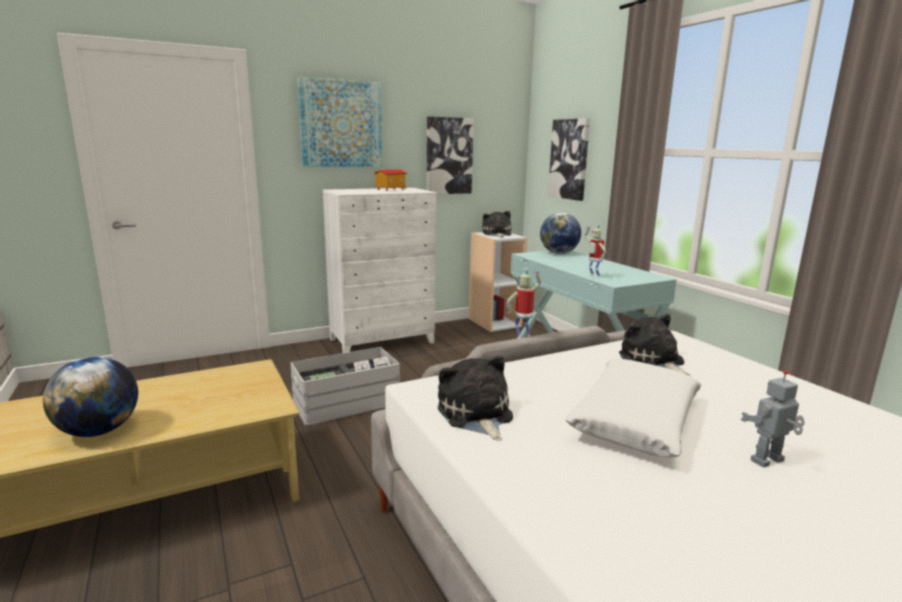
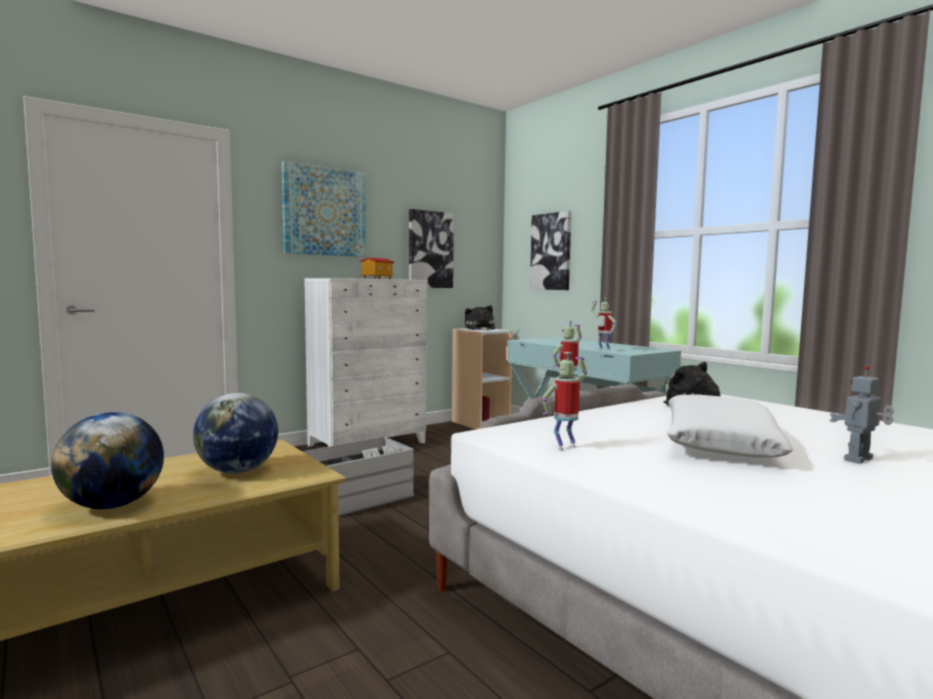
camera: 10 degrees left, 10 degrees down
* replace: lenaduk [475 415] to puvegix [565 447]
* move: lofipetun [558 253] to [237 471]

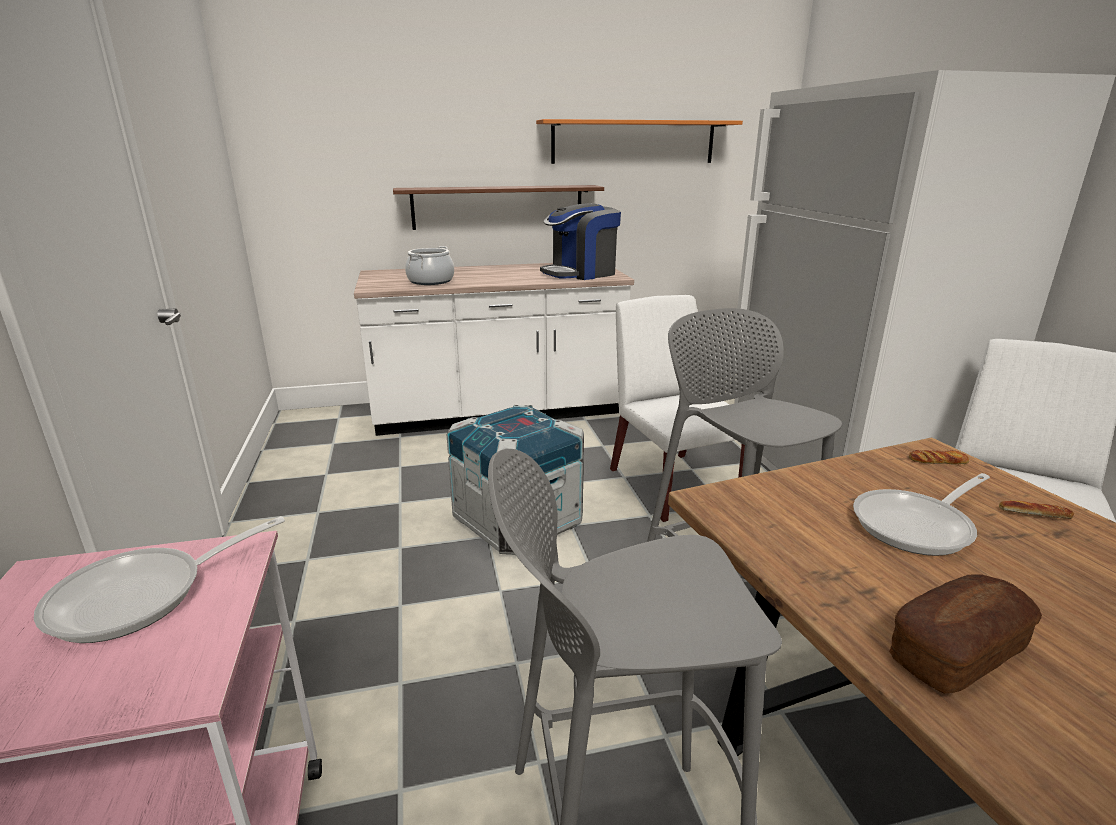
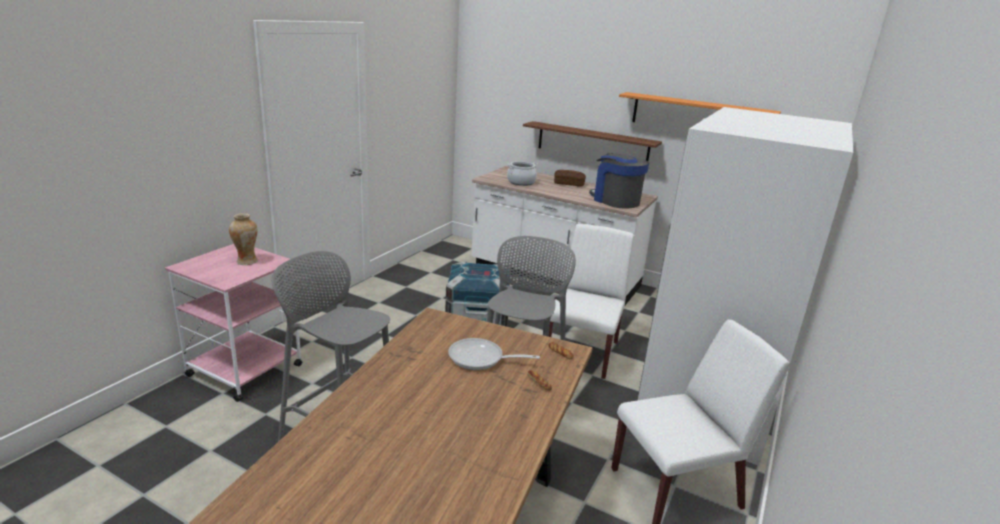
camera: 40 degrees right, 0 degrees up
* replace: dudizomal [142 596] to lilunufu [247 261]
* rotate: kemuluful [581 273] = [615 200] 45 degrees clockwise
* move: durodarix [956 652] to [569 184]

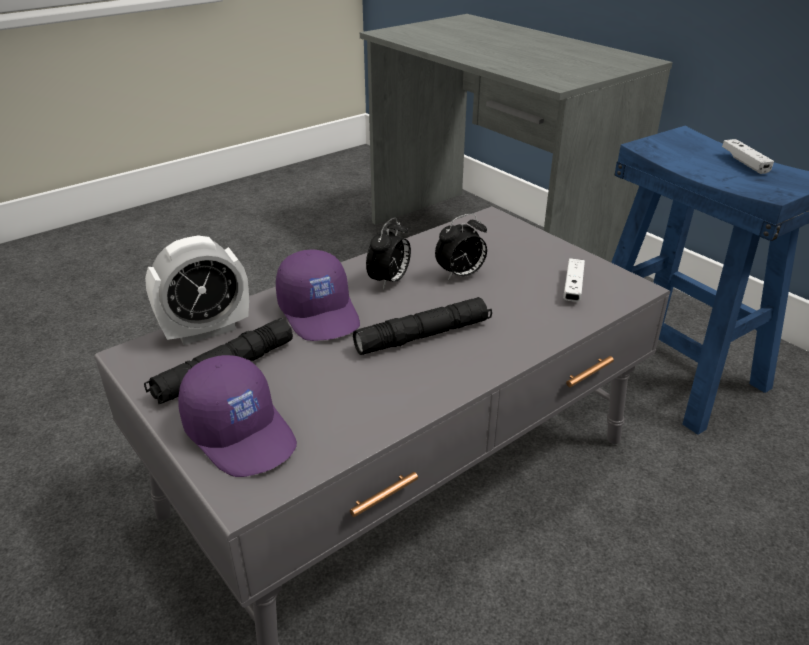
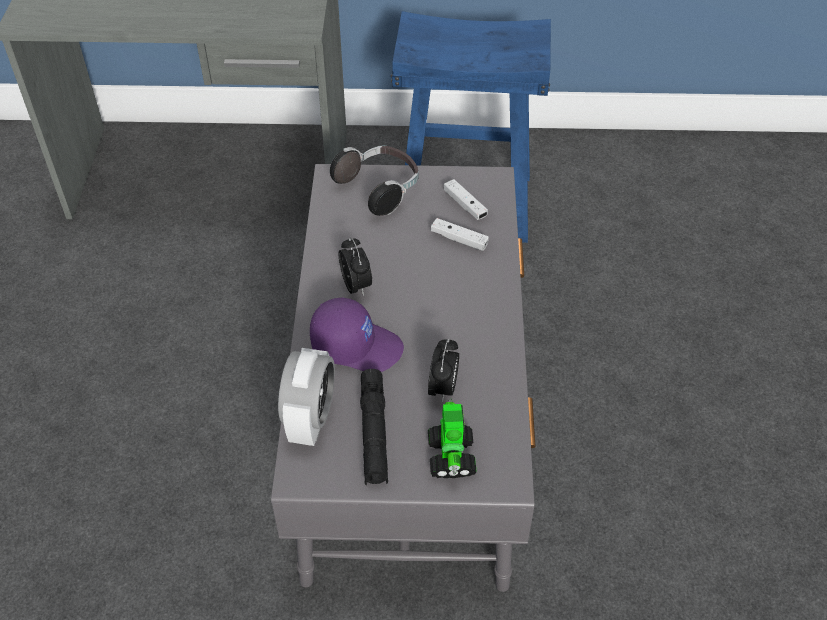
camera: 50 degrees left, 15 degrees up
* replace: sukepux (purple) [242 433] to puvegix [451 455]
* delete: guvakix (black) [423 335]
* move: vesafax [460 275] to [443 388]
* move: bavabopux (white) [744 162] to [459 239]
* insert: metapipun [380 189]

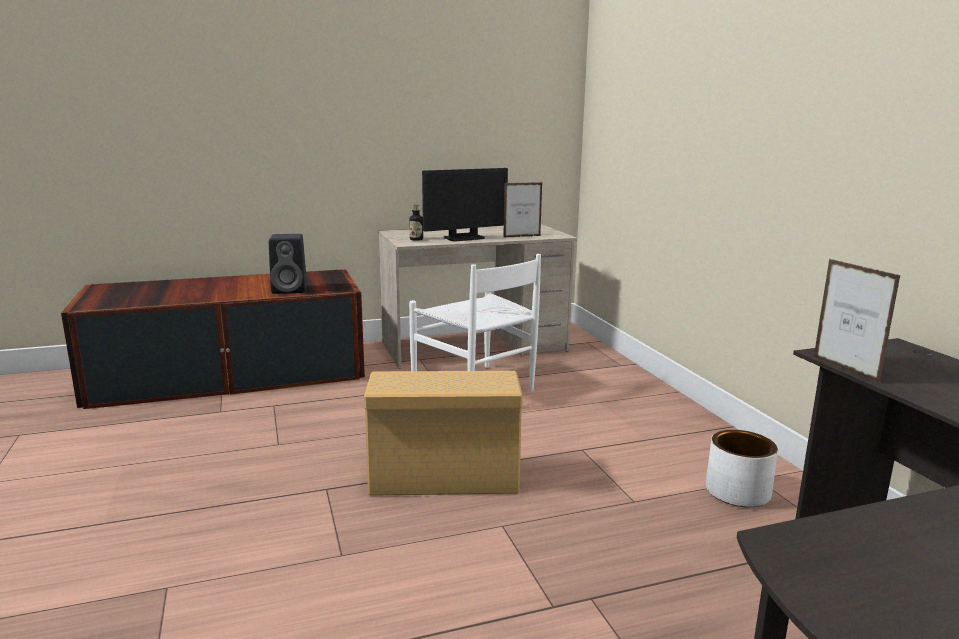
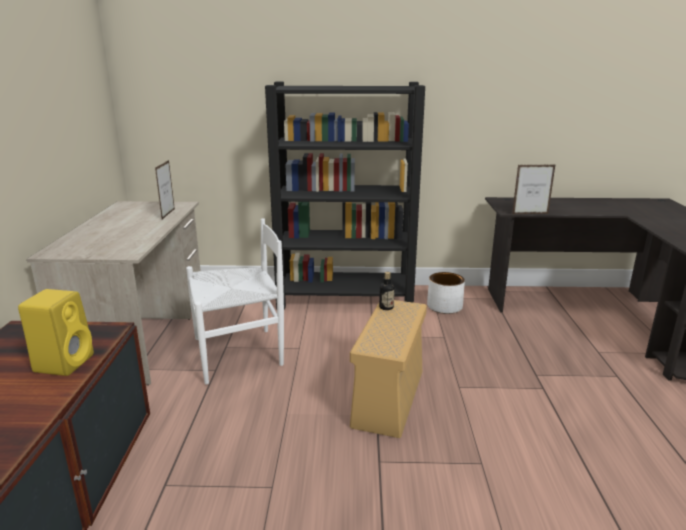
camera: 70 degrees left, 5 degrees up
* recolor: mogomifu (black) [291 289] to mogomifu (yellow) [65 362]
* move: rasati [416 239] to [386 307]
* delete: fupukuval [464 238]
* insert: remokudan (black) [345 297]

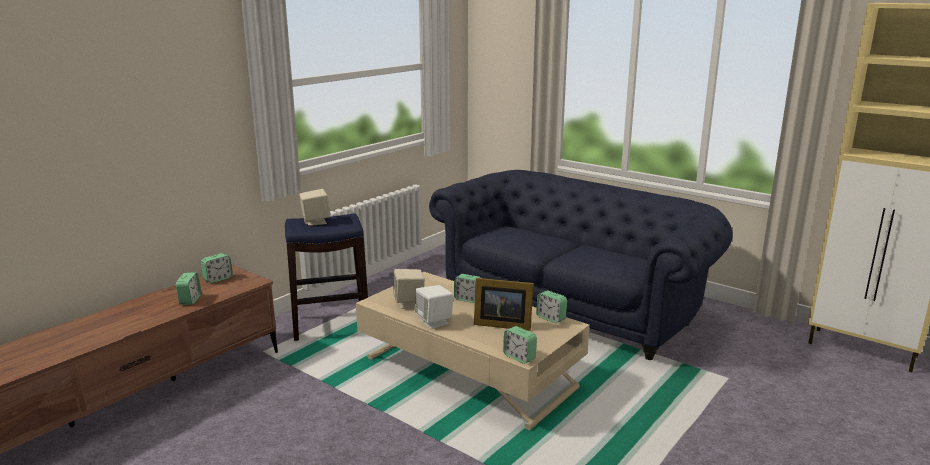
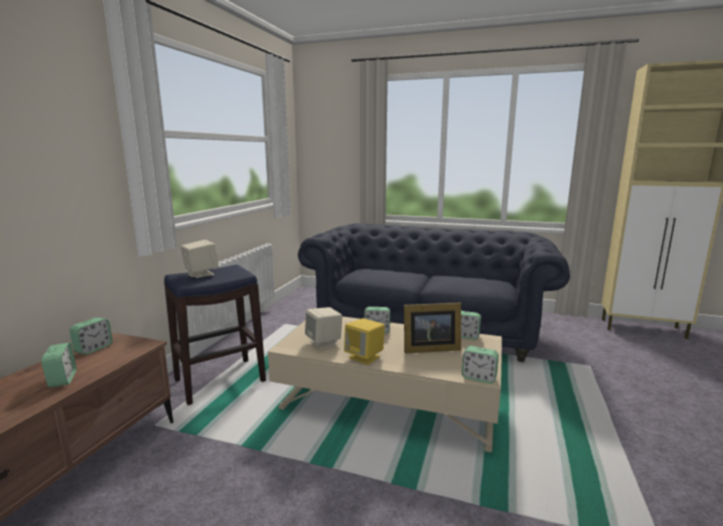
camera: 20 degrees left, 5 degrees down
* recolor: mogomifu (white) [434 322] to mogomifu (yellow) [364 357]

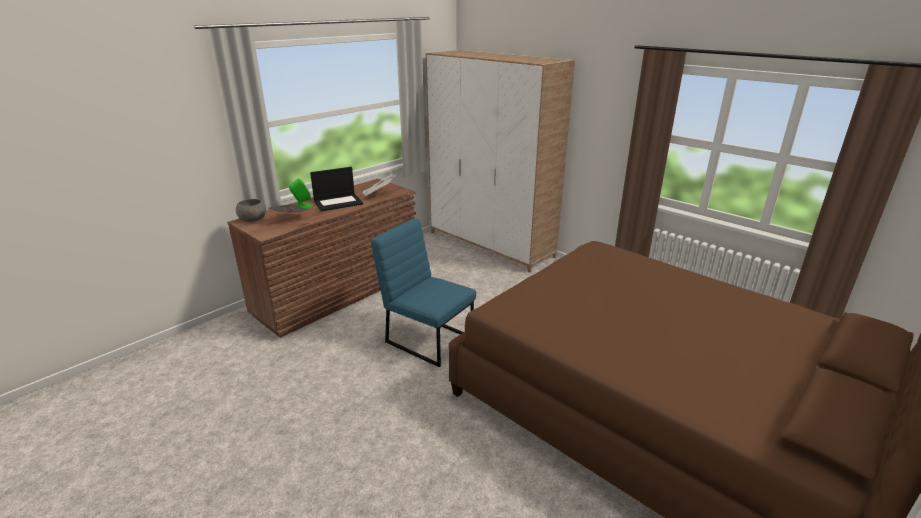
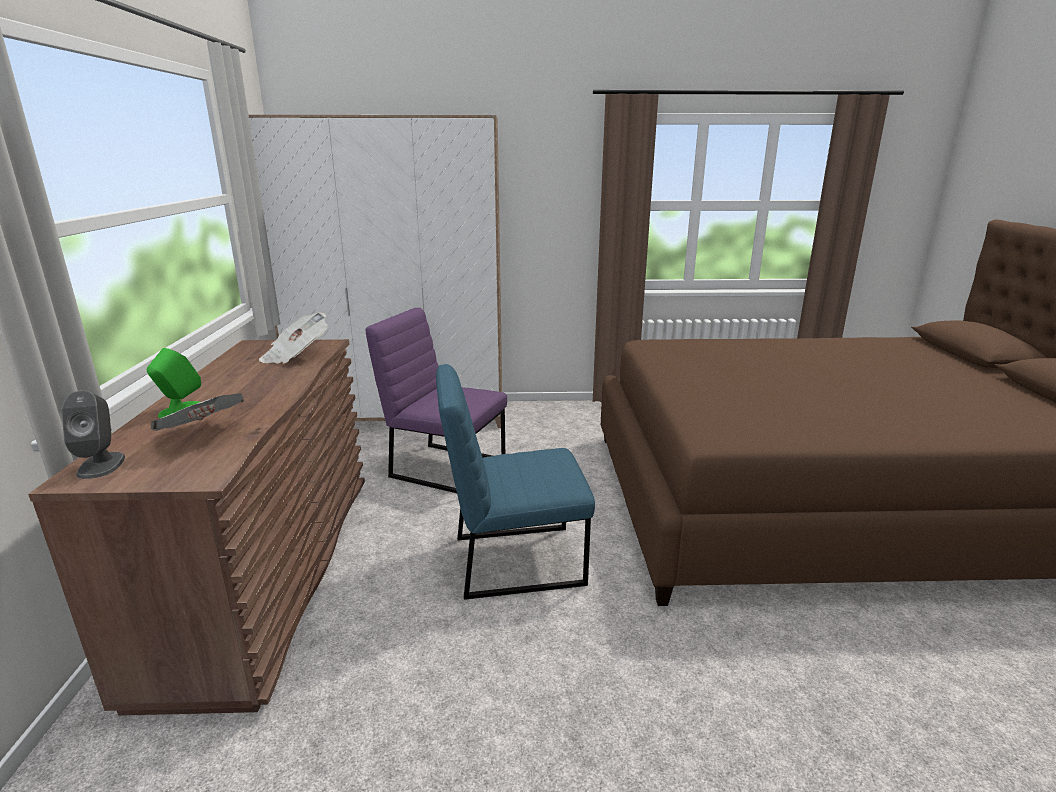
camera: 45 degrees left, 5 degrees down
* replace: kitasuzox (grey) [253 219] to mogomifu (grey) [101 465]
* delete: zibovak [338 202]
* insert: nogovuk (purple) [445 468]

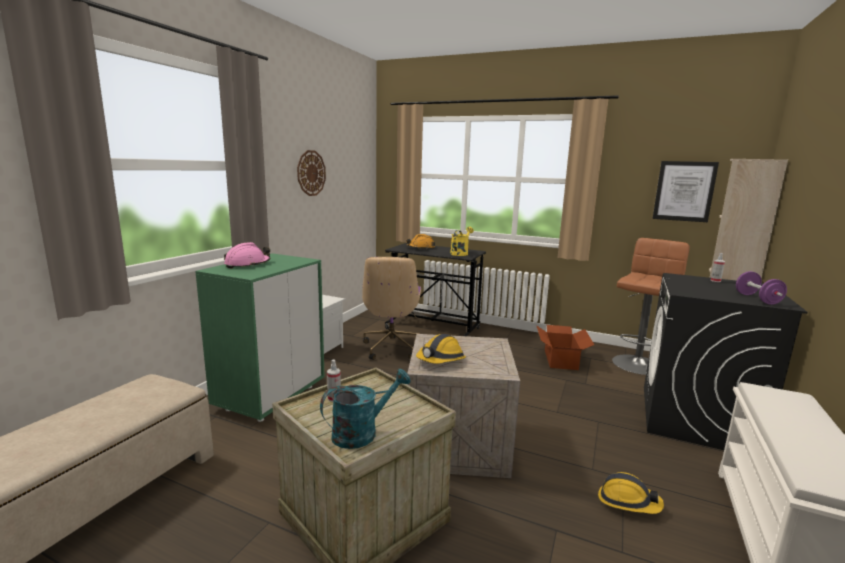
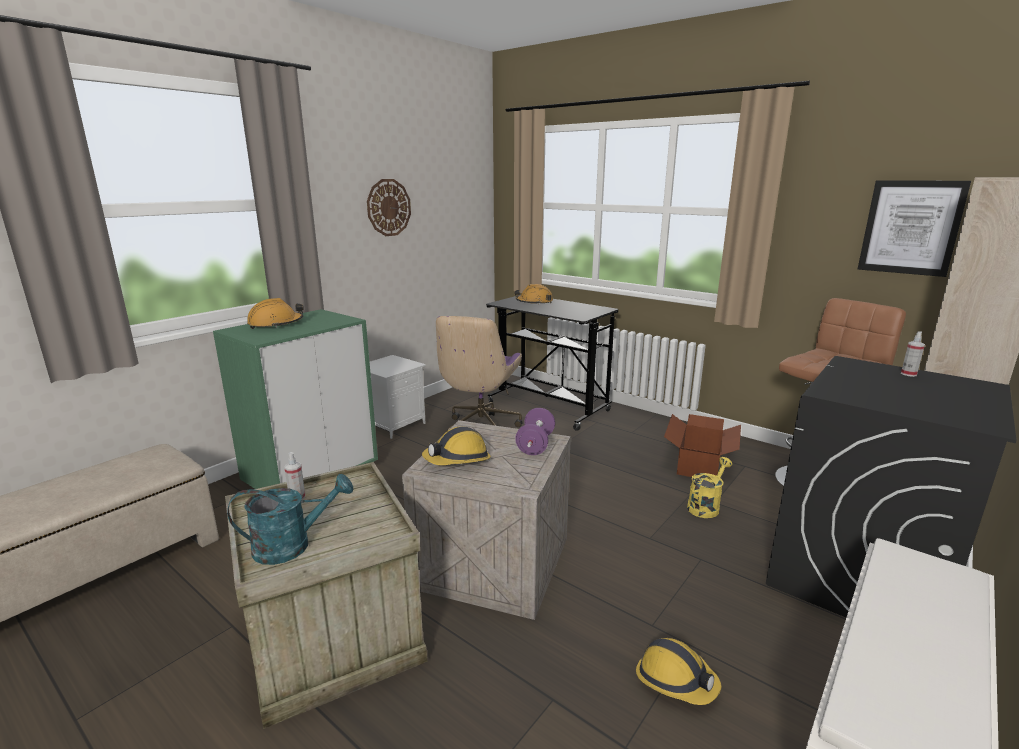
camera: 15 degrees right, 5 degrees up
* recolor: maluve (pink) [247 264] to maluve (orange) [276 324]
* move: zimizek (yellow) [460 253] to [705 506]
* move: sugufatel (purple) [757 299] to [535 445]

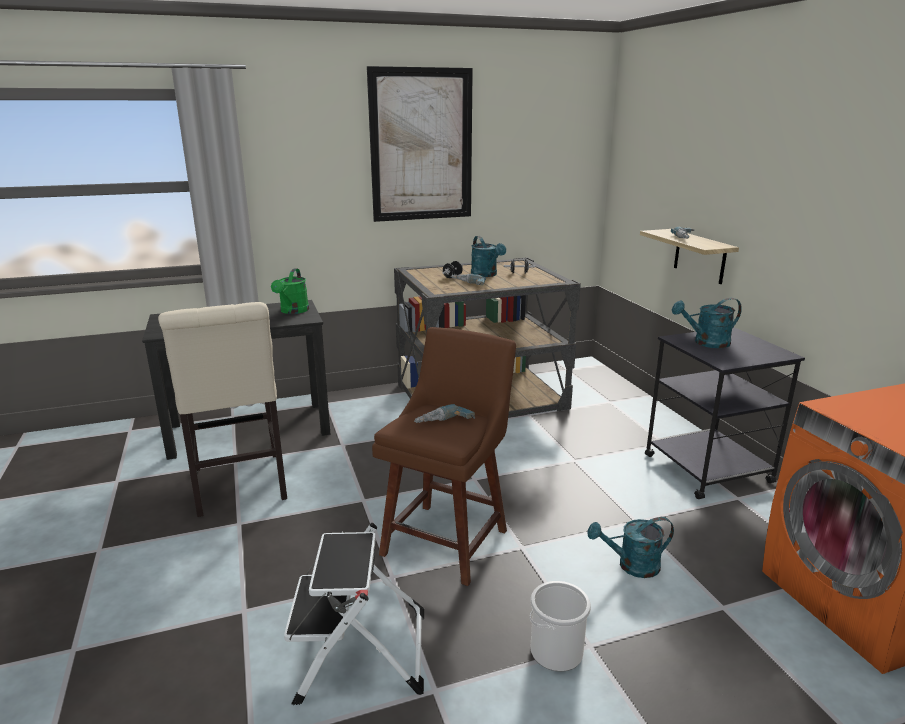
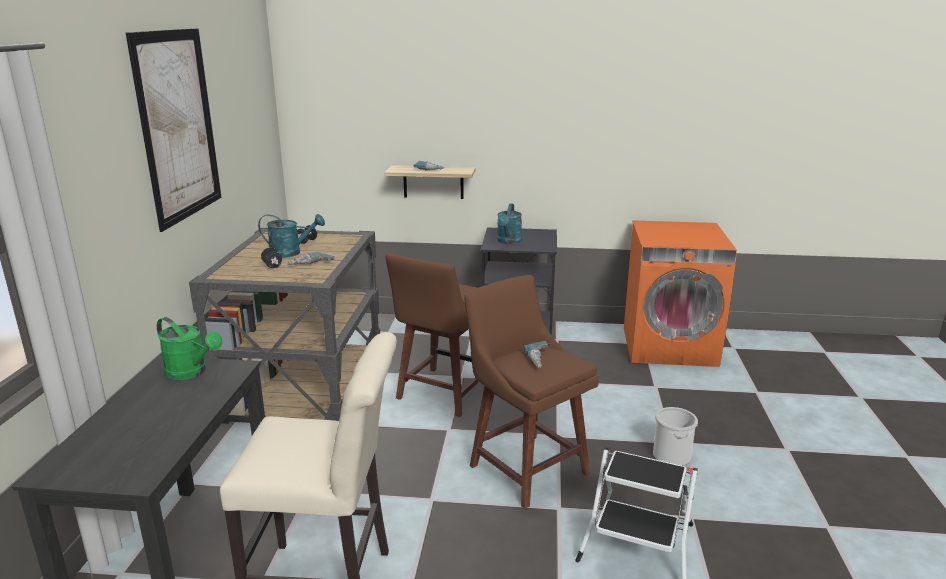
camera: 65 degrees left, 0 degrees up
* delete: zimizek (turquoise) [631 566]
* insert: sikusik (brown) [442 393]

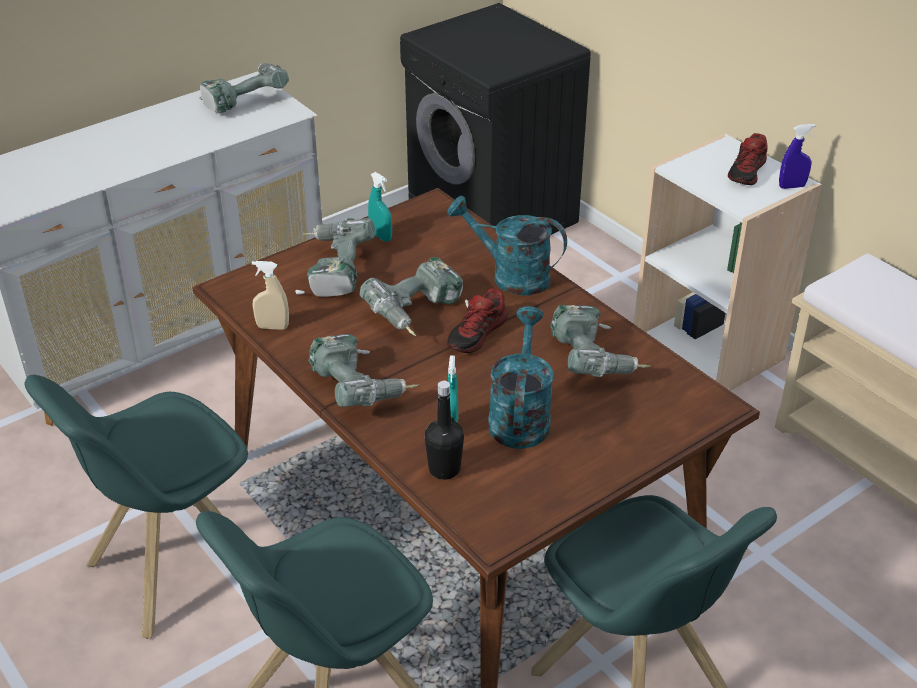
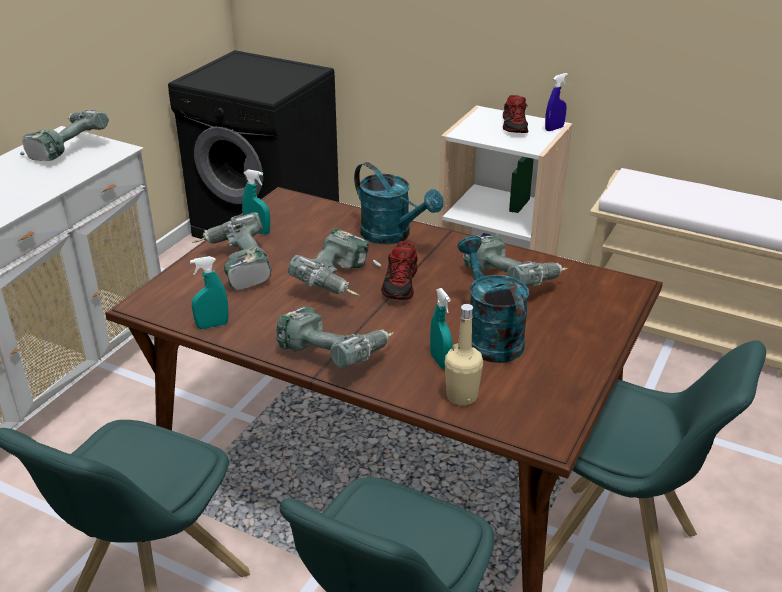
camera: 25 degrees left, 5 degrees down
* recolor: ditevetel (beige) [272 327] to ditevetel (turquoise) [212 325]
* recolor: rasati (black) [444 469] to rasati (beige) [462 396]
* rotate: zimizek (turquoise) [510 276] = [393 235] 135 degrees counterclockwise

